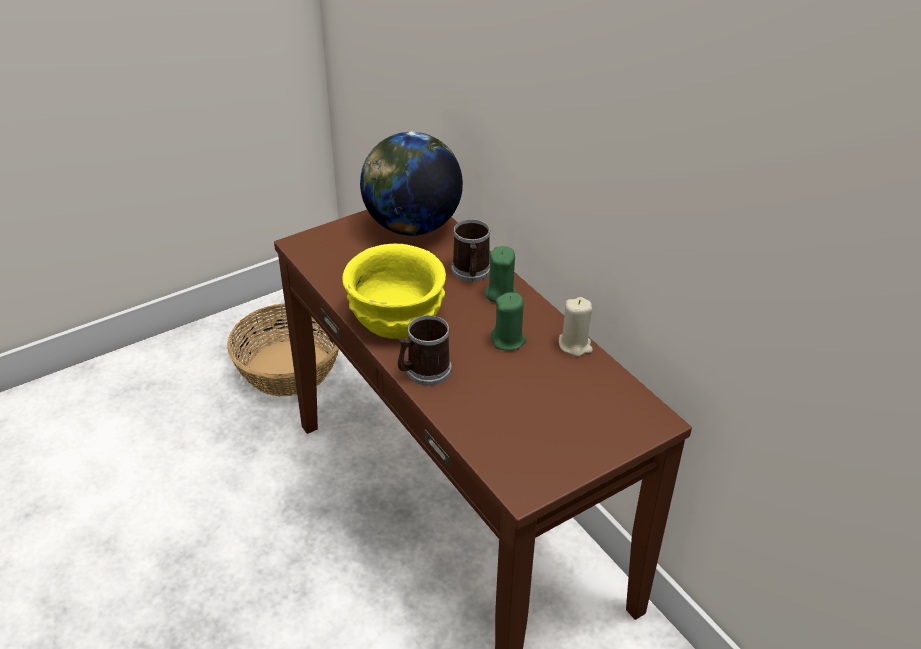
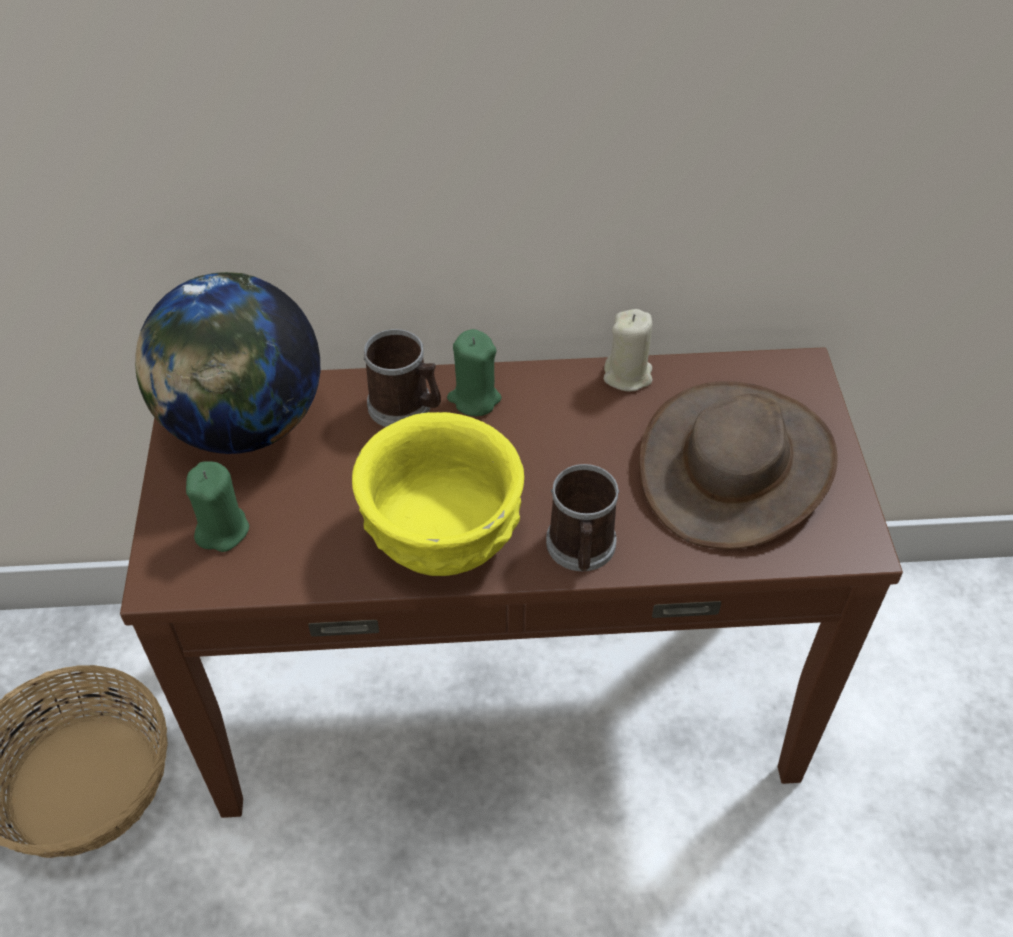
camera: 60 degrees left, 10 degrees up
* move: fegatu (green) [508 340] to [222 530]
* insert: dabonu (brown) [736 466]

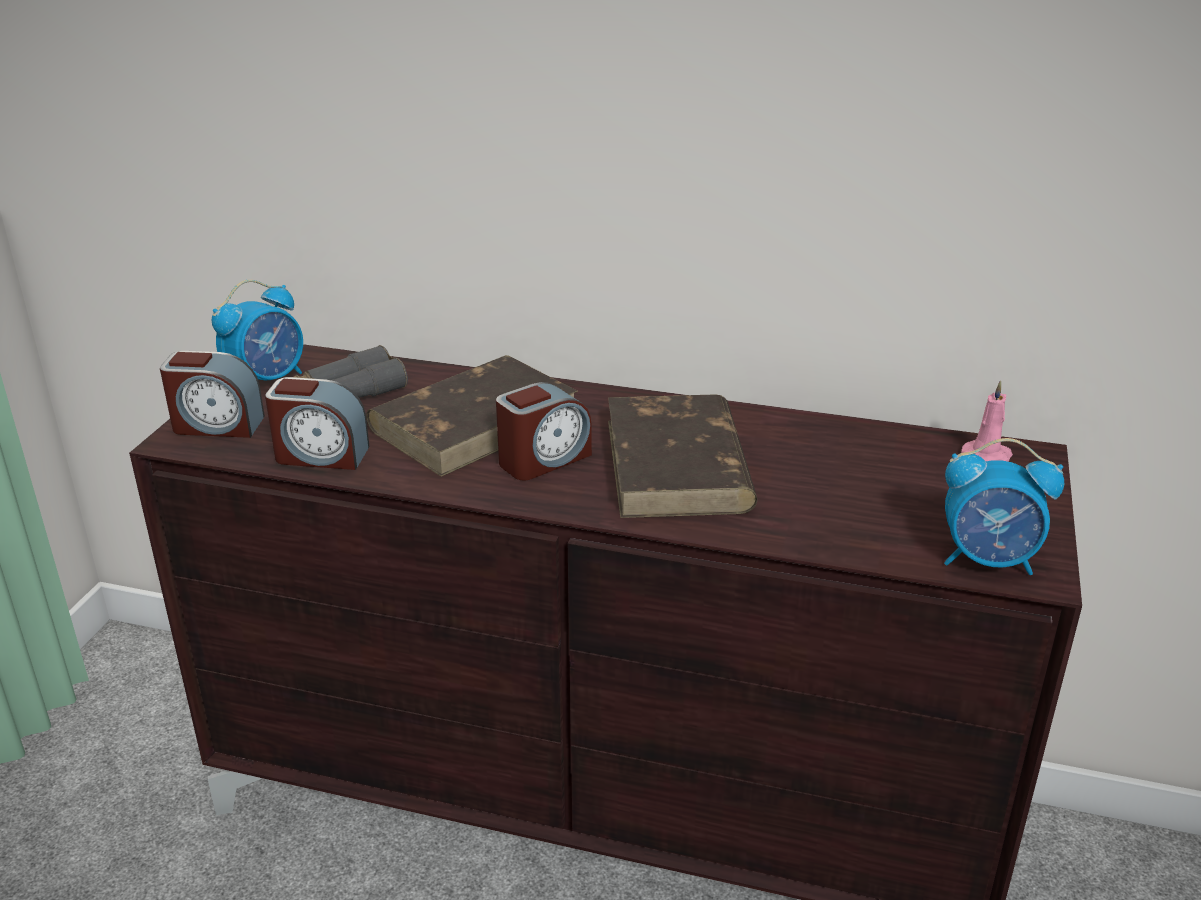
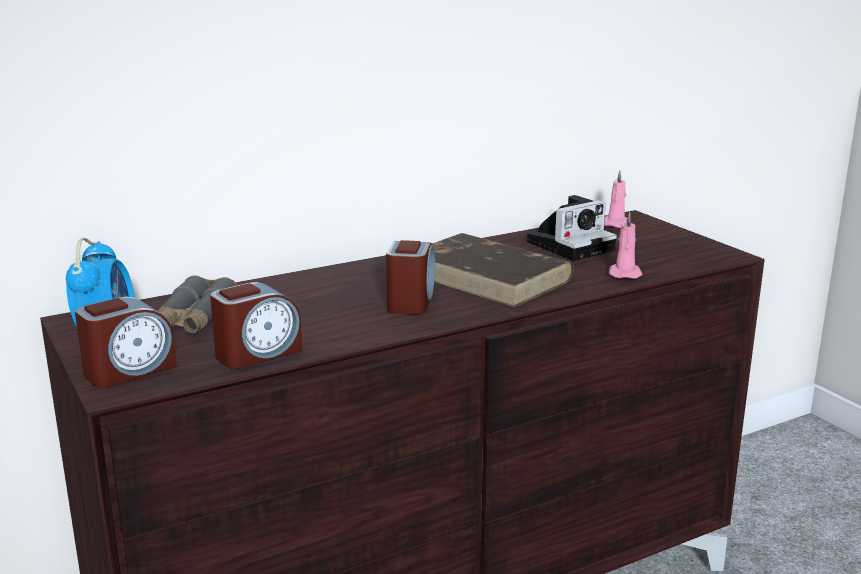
camera: 45 degrees left, 10 degrees down
* delete: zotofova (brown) [475 421]
* delete: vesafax [989 560]
* insert: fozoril [572 245]
* insert: fegatu (pink) [624 273]

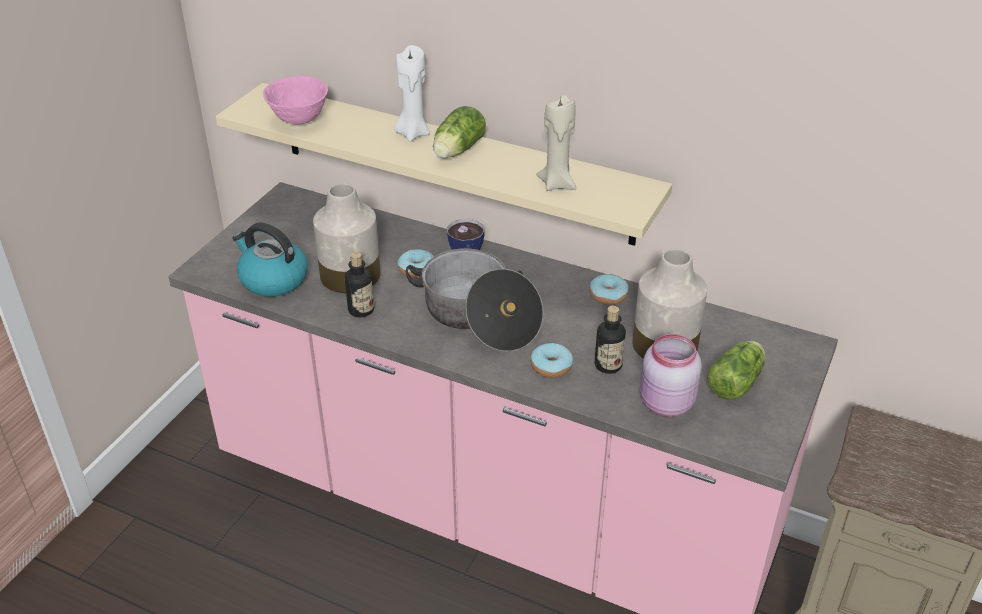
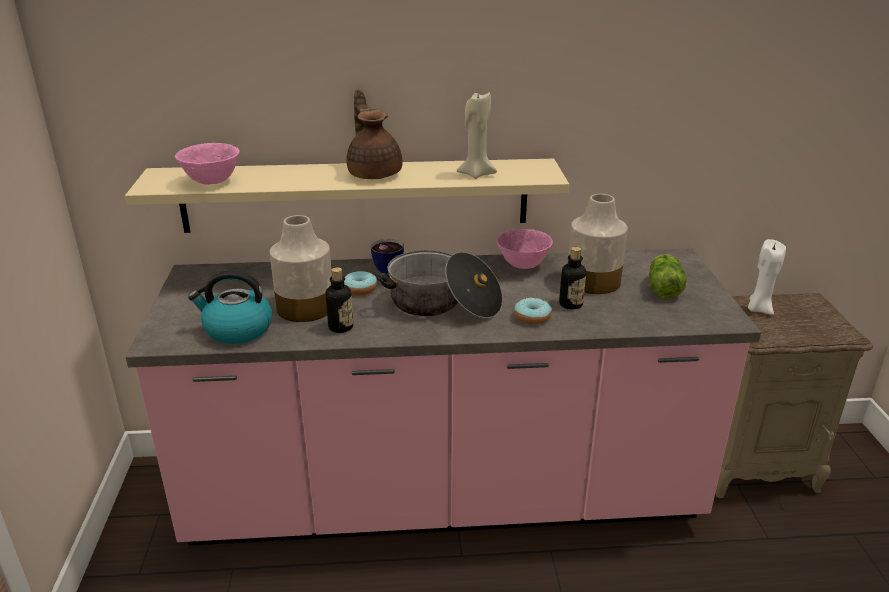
camera: 30 degrees left, 10 degrees down
* move: fegatu (white) [412 133] to [759 309]
* replace: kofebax [456 151] to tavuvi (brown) [374 173]
* replace: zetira [608 295] to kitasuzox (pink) [522 265]
* delete: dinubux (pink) [665 404]

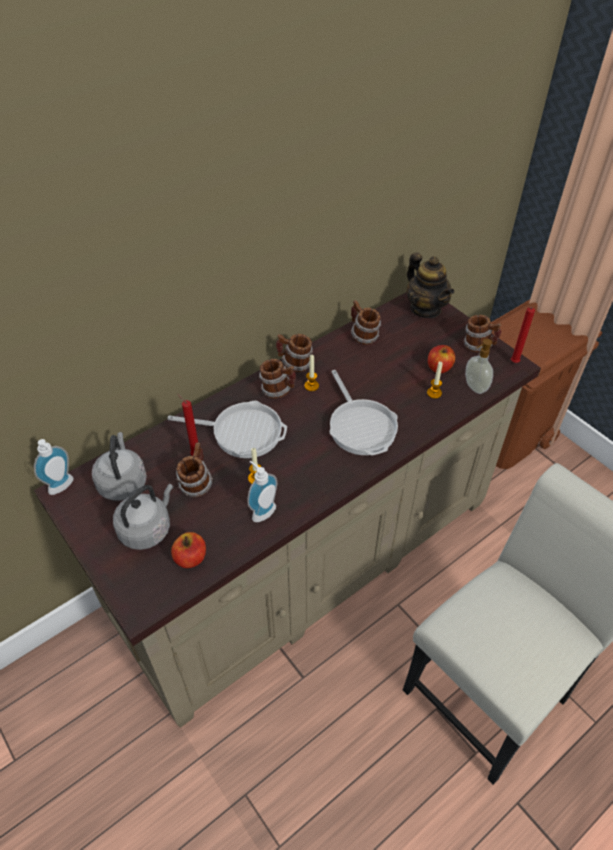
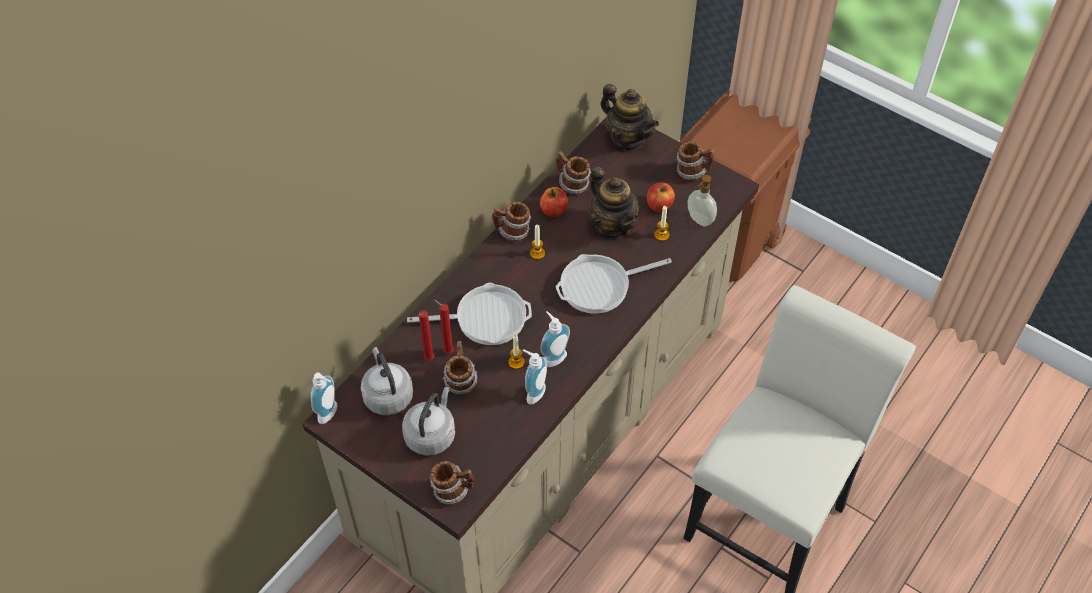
camera: 15 degrees left, 5 degrees up
* move: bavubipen [191 558] to [554 210]
* move: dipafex [278 390] to [453 491]
* rotate: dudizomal [361 426] = [600 286] 105 degrees clockwise
* move: fegatu (red) [513 363] to [428 360]
* insert: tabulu [553 357]
* insert: tavuvi [612 225]

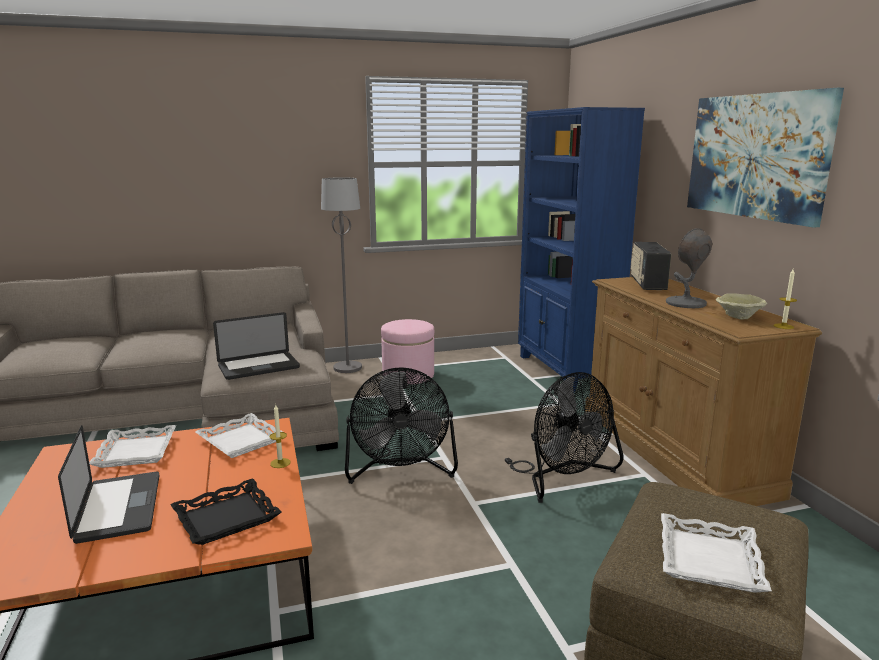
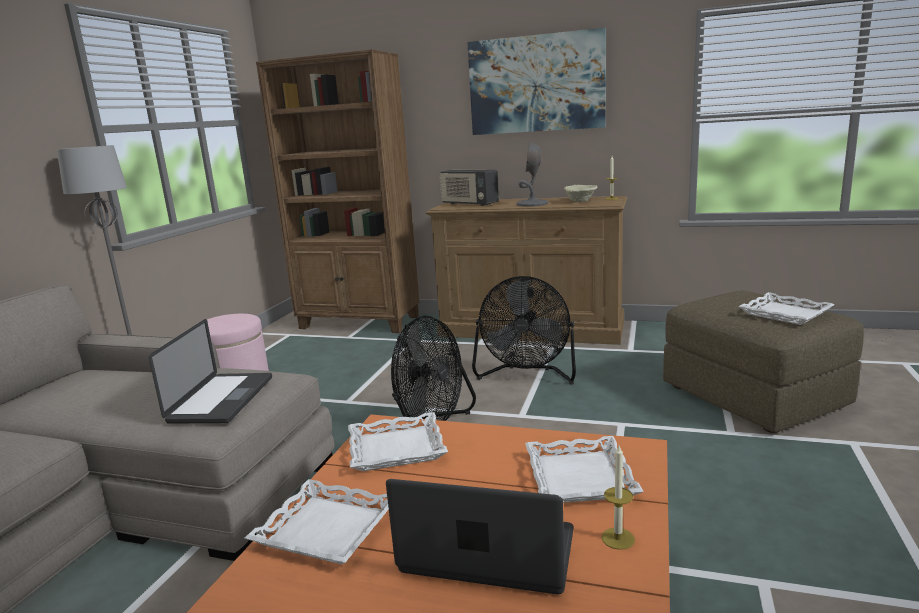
camera: 55 degrees left, 0 degrees up
* recolor: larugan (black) [226 517] to larugan (white) [578 477]
* move: fegatu [280 463] to [618 538]
* rotate: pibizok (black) [560 478] = [523 373] 105 degrees clockwise
* recolor: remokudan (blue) [565 371] to remokudan (brown) [360 322]

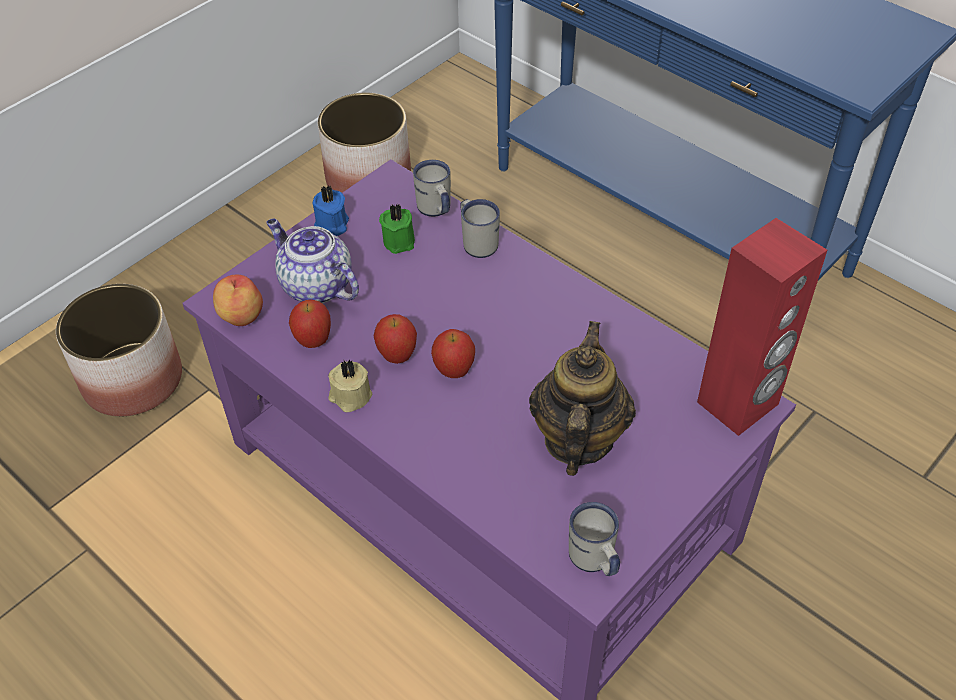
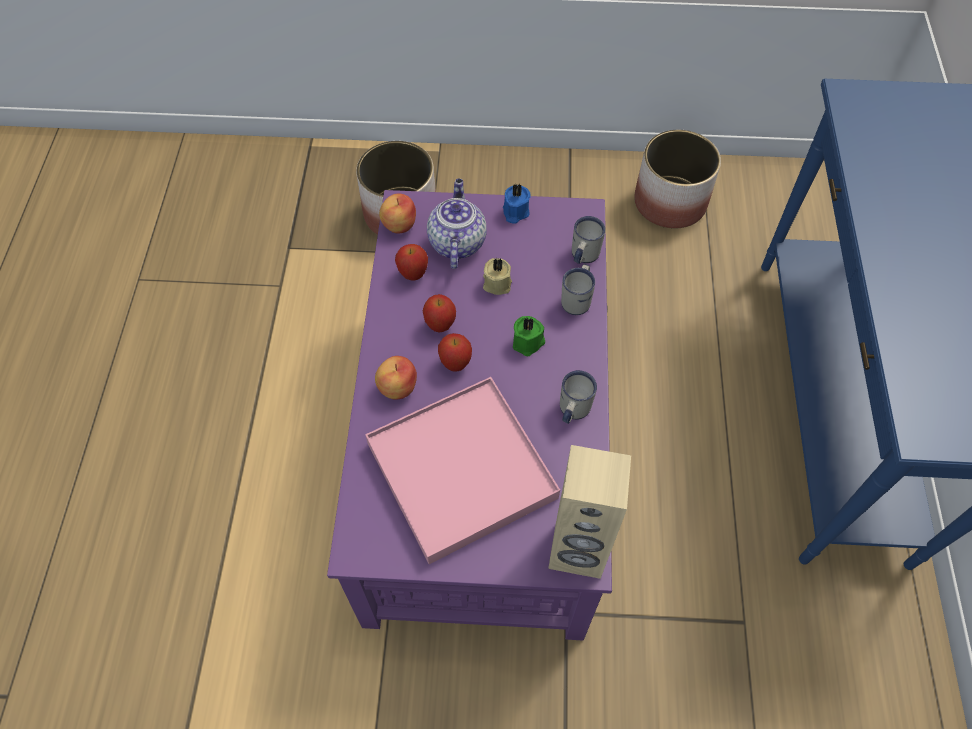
camera: 50 degrees right, 10 degrees up
* move: fegatu (beige) [350 396] to [496 283]
* move: fegatu (green) [400 240] to [528 343]
* replace: tavuvi [577 439] to larugan (pink) [460 470]
* move: dipafex (white) [594 561] to [572 411]
* recolor: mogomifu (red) [738 404] to mogomifu (beige) [577 551]
* insert: bavubipen [397 387]

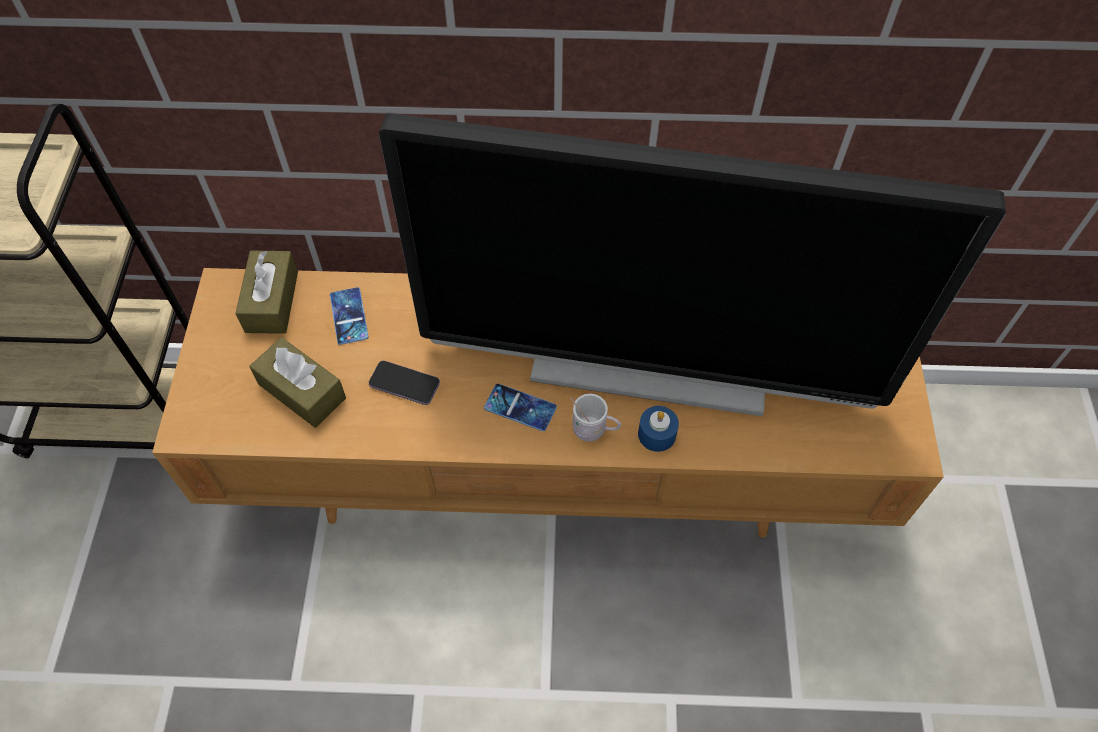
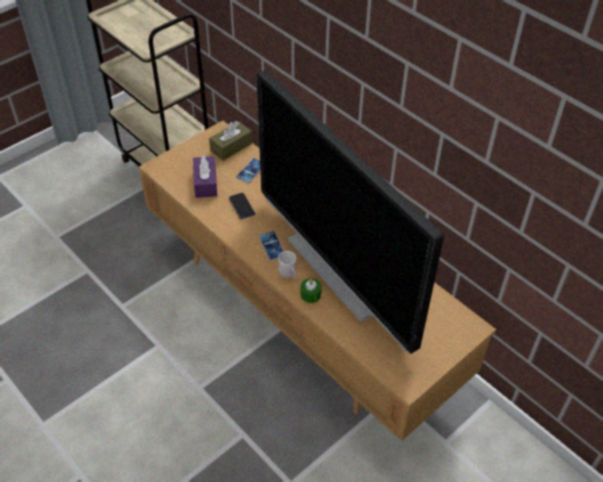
camera: 45 degrees right, 10 degrees down
* recolor: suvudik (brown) [302 391] to suvudik (purple) [205 183]
* recolor: fegatu (blue) [656 434] to fegatu (green) [310 294]

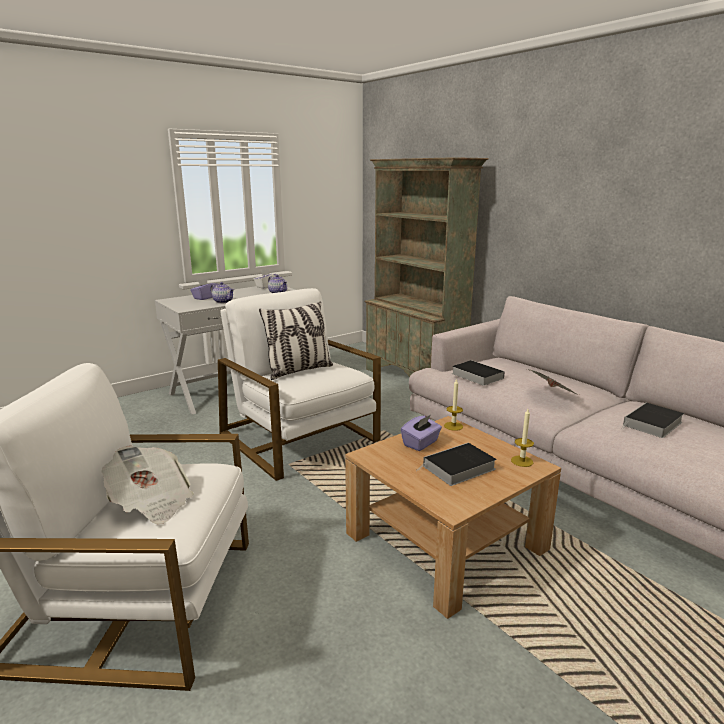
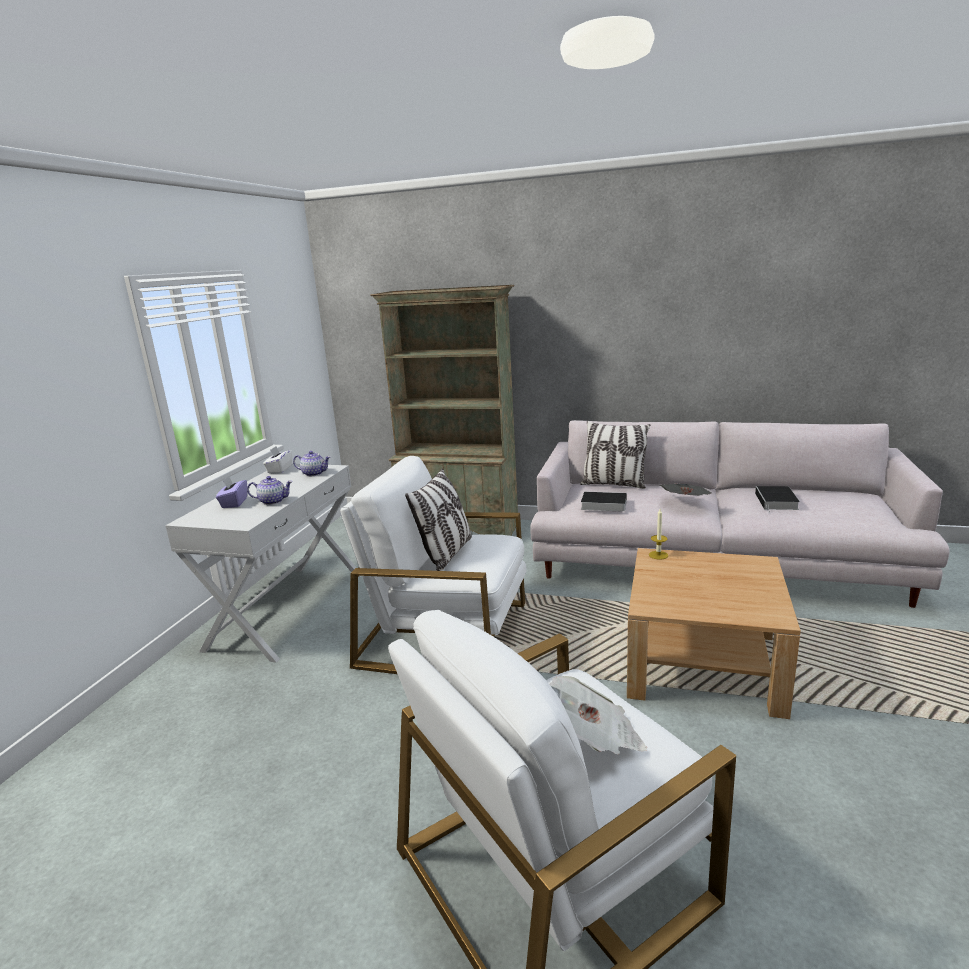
camera: 35 degrees left, 0 degrees up
* delete: suvudik (purple) [421 443]
* delete: zotofova [458 468]
* delete: fegatu [522 461]
* insert: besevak [614 484]

